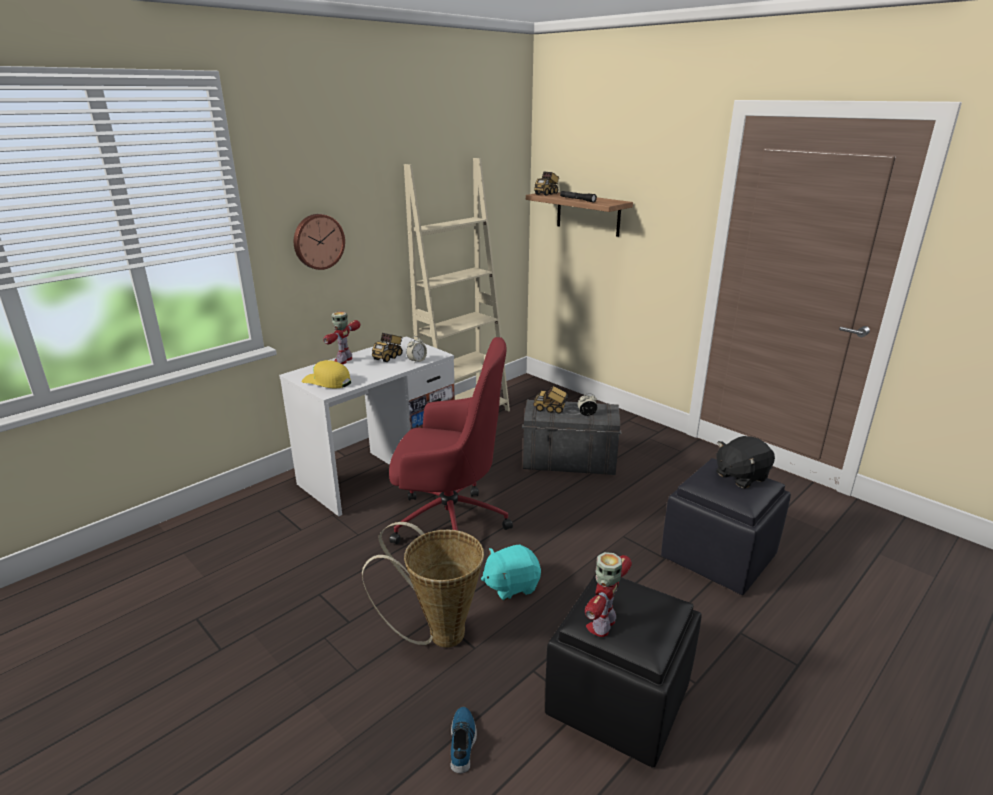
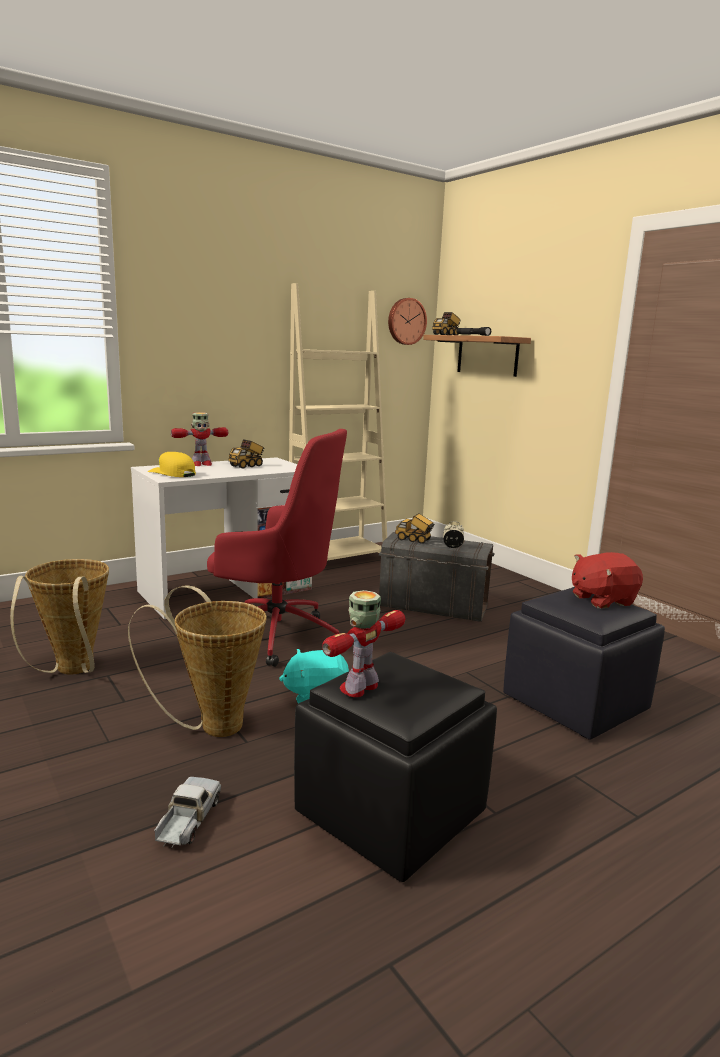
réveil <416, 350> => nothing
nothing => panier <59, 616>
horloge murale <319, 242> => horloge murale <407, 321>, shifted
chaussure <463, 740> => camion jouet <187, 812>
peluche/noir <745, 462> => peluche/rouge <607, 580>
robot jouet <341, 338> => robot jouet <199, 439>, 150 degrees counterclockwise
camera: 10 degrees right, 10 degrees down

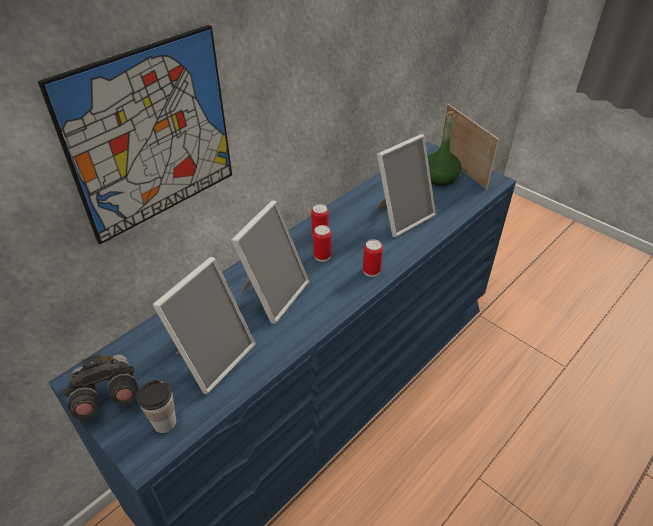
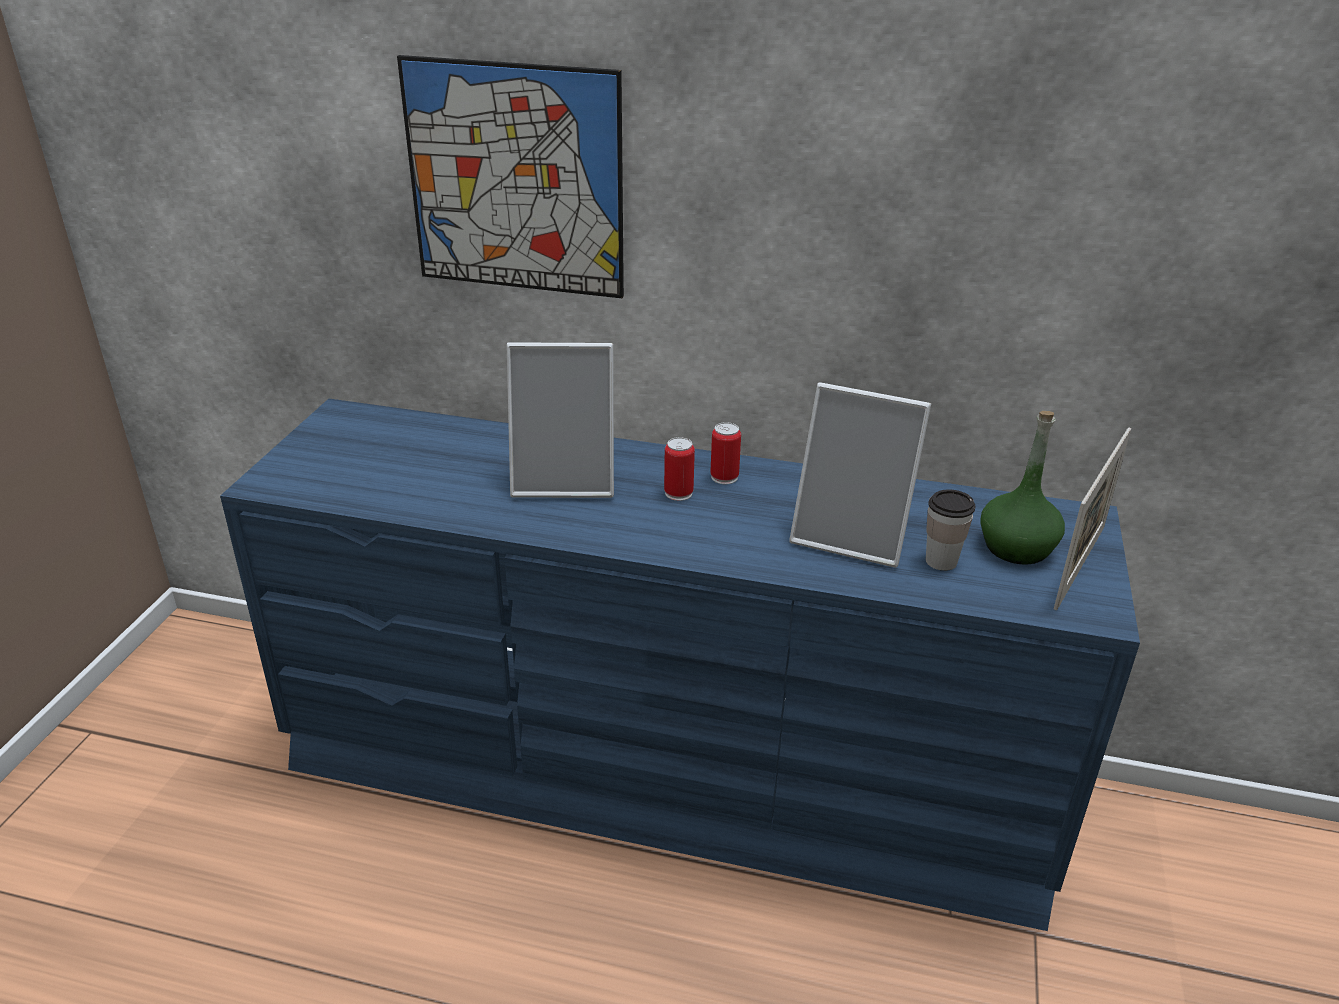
jumelles/gris <101, 387> => nothing
cadre photo <204, 325> => nothing
boîte métallique <373, 258> => nothing
tasse <156, 406> => tasse <950, 530>, shifted
camera: 60 degrees right, 10 degrees down

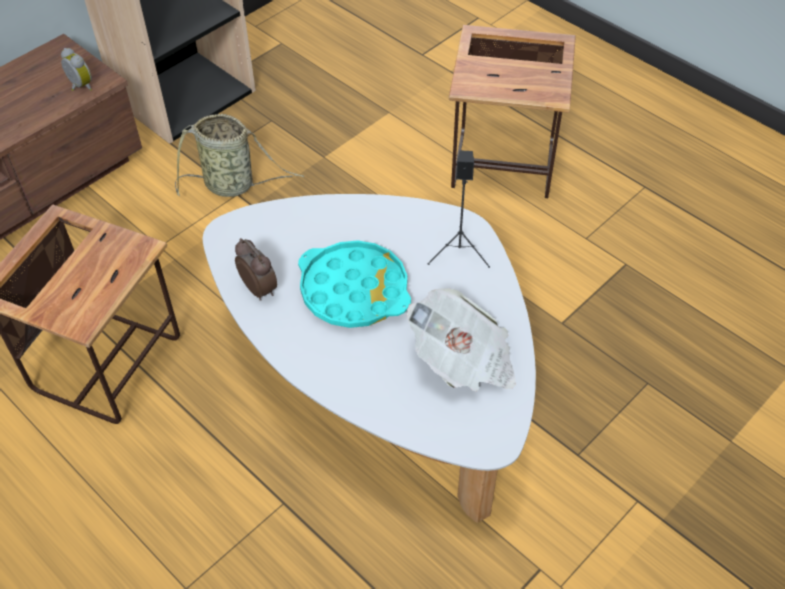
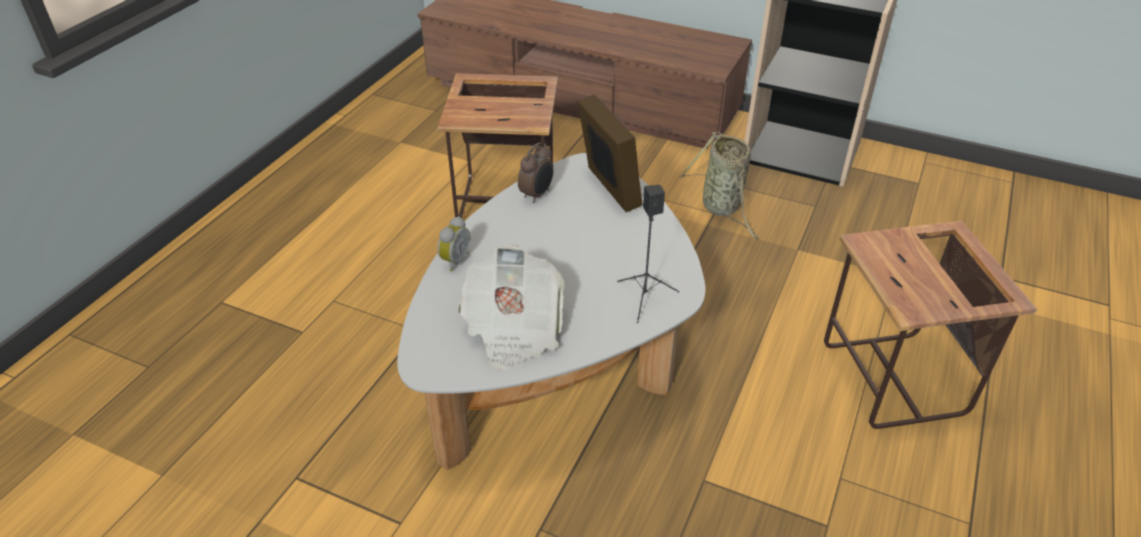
plateau/turquoise <354, 284> => nothing
nothing => cadre photo <610, 153>
réveil <76, 69> => réveil <454, 243>, shifted
camera: 70 degrees right, 10 degrees down

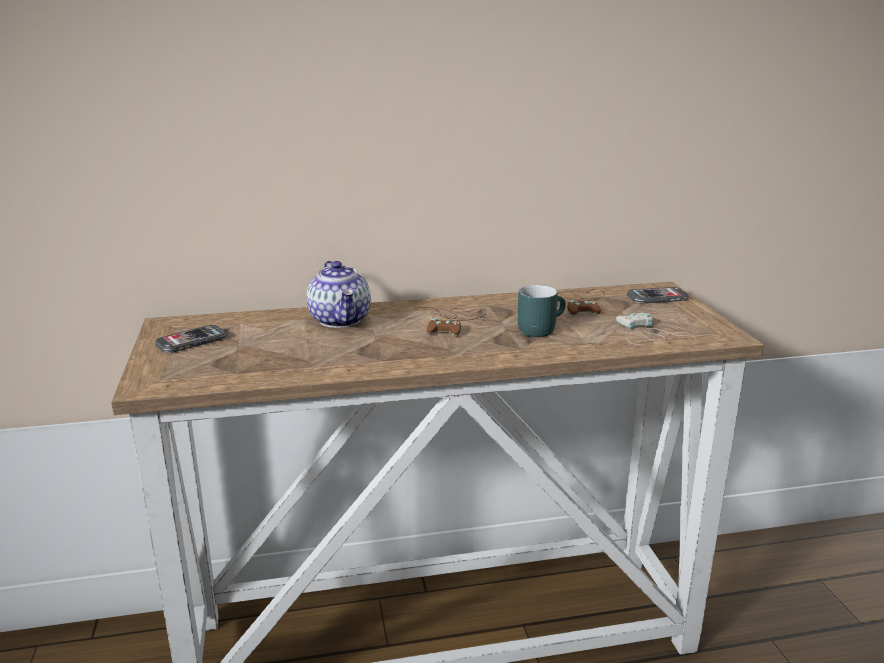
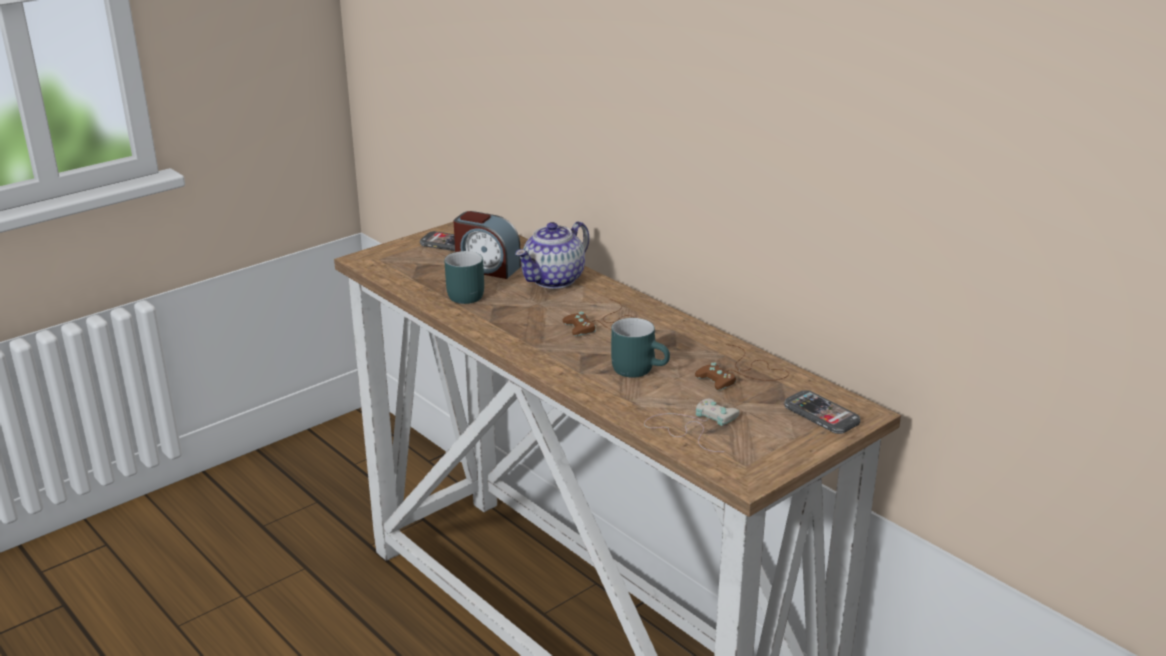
nothing => mug/turquoise <464, 277>
nothing => réveil <487, 245>
camera: 60 degrees right, 5 degrees up

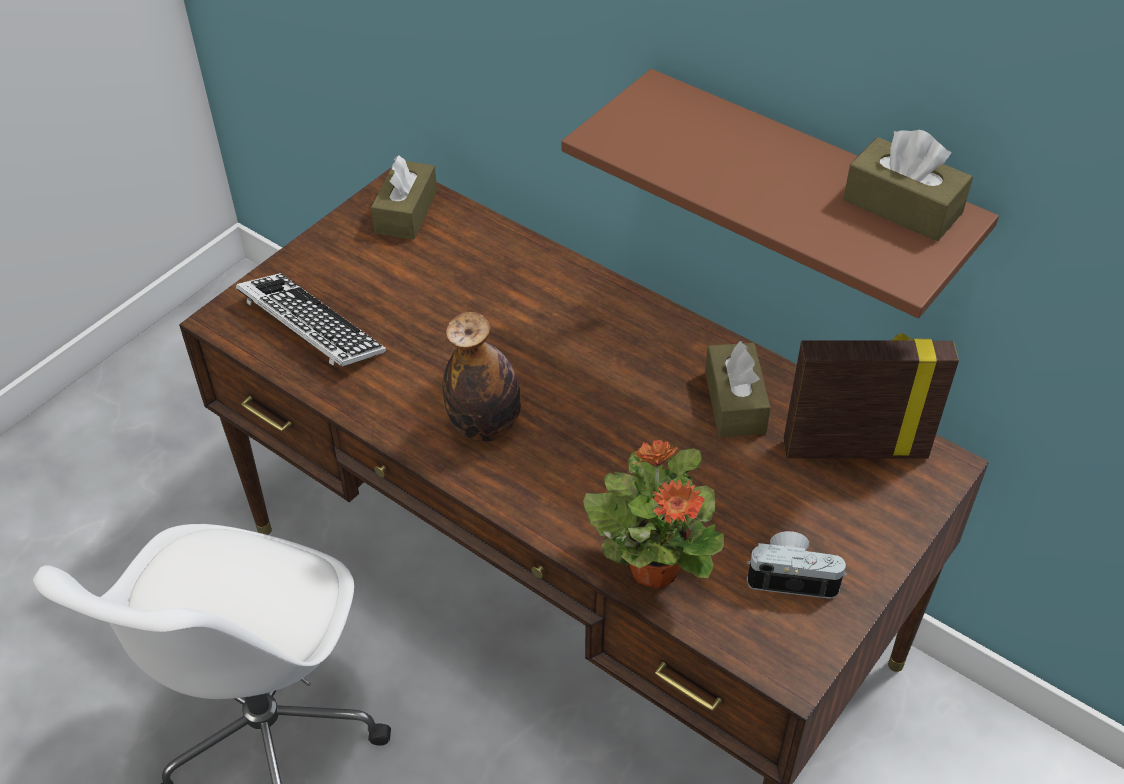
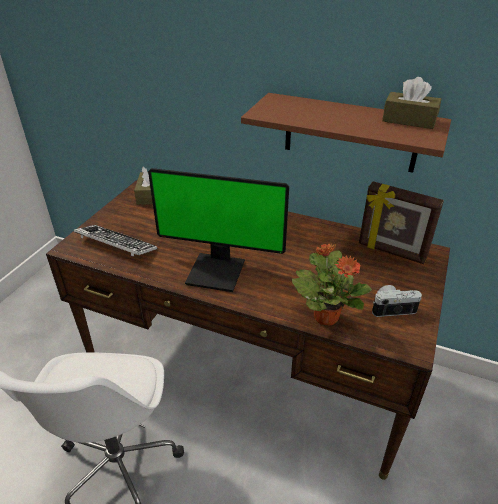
boîte à mouchoirs/marron <738, 388> => nothing
bouteille <482, 377> => écran d'ordinateur <218, 230>
cadre photo <871, 396> => cadre photo <401, 222>, 135 degrees counterclockwise
camera: 15 degrees left, 10 degrees down

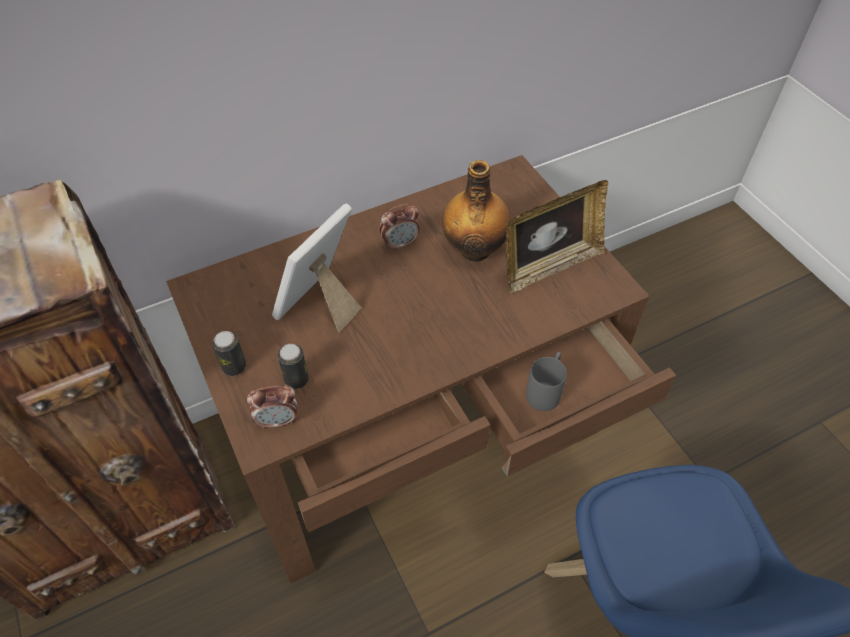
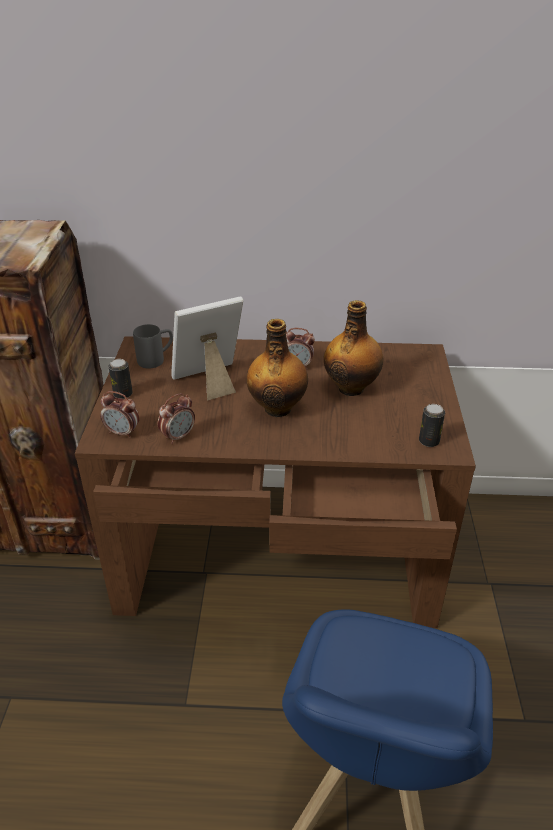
cadre photo <557, 237> => nothing
nothing => réveil <176, 418>
nothing => bouteille <277, 368>
boîte métallique <293, 366> => boîte métallique <432, 425>, shifted
mug/gris <546, 381> => mug/gris <153, 346>, shifted
camera: 30 degrees right, 15 degrees down

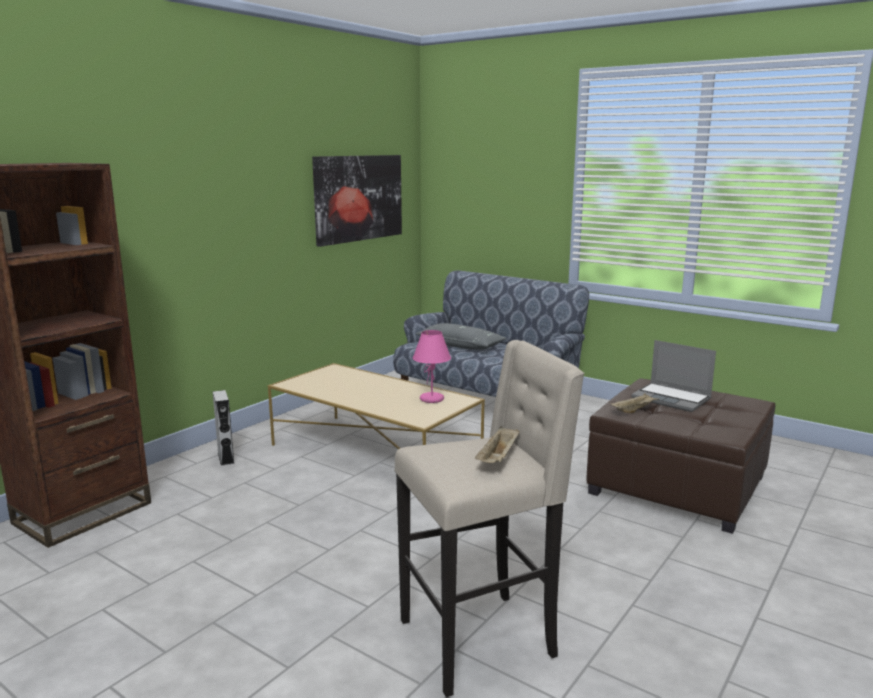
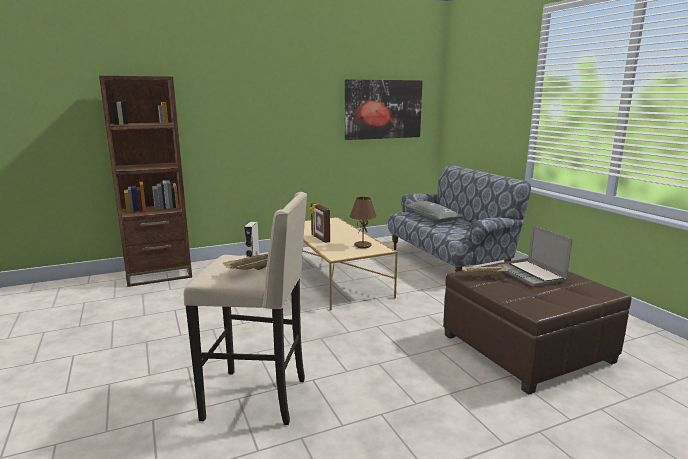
nothing => cadre photo <320, 223>
lampe de table/rose <431, 366> => lampe de table/marron <363, 222>
camera: 30 degrees right, 0 degrees up

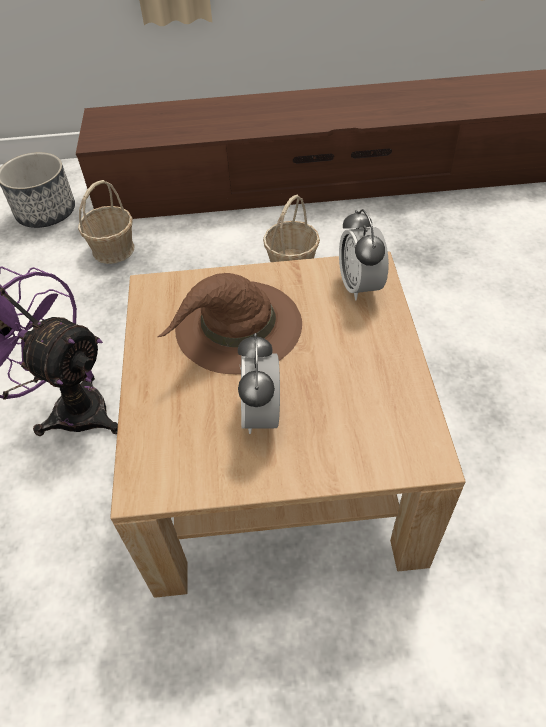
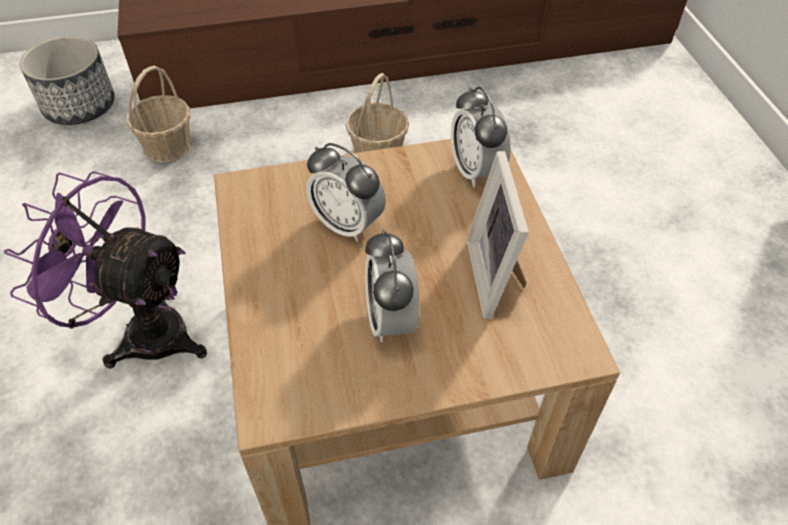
nothing => cadre photo <498, 235>
chapeau/marron <230, 323> => réveil <346, 192>
camera: 10 degrees left, 0 degrees up

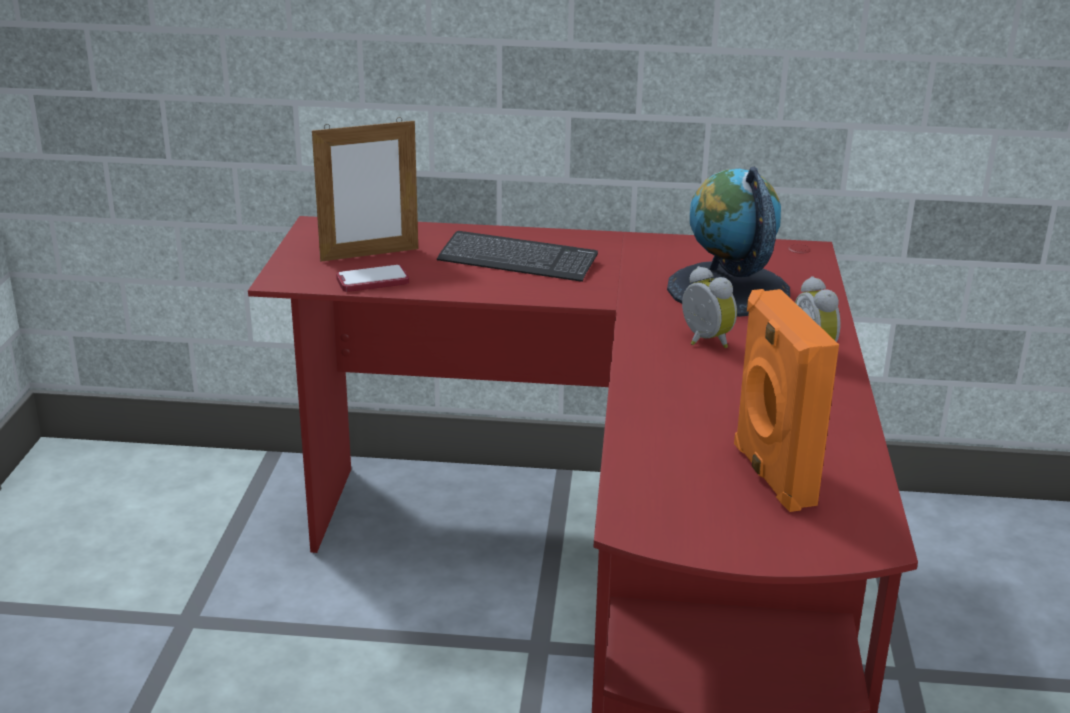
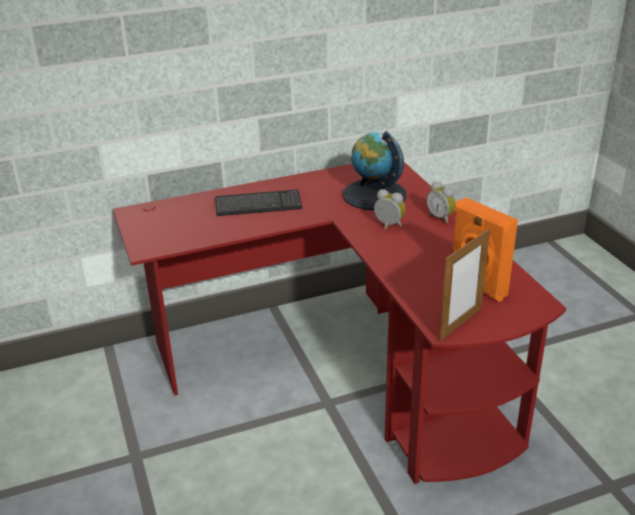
téléphone <372, 278> => nothing
cadre photo <365, 189> => cadre photo <464, 284>, shifted
camera: 25 degrees left, 5 degrees up

